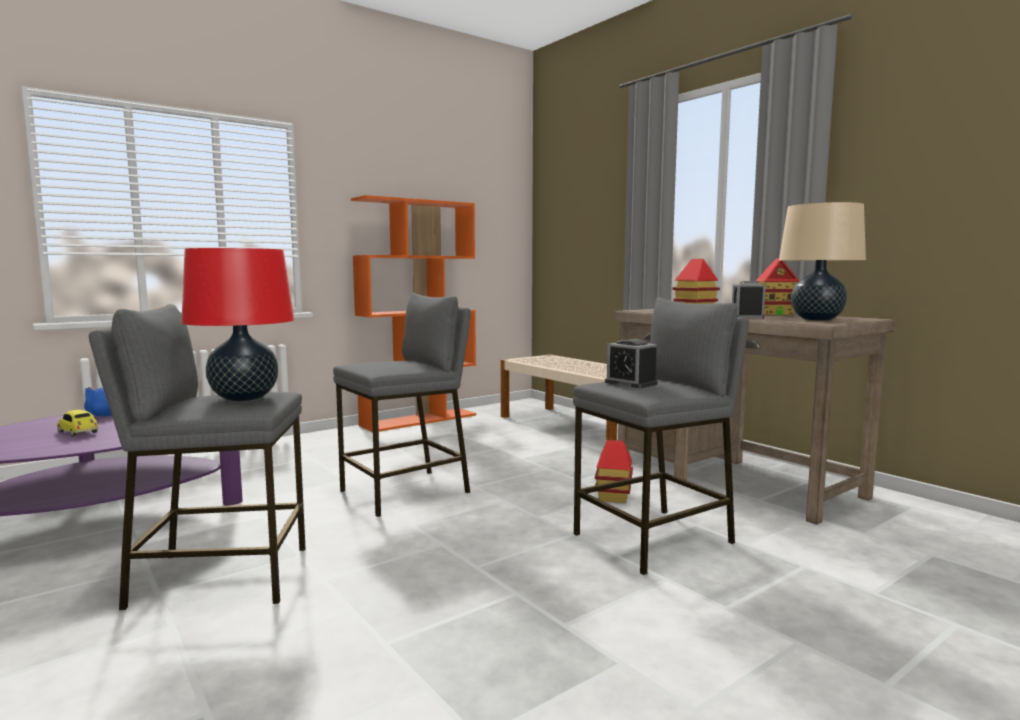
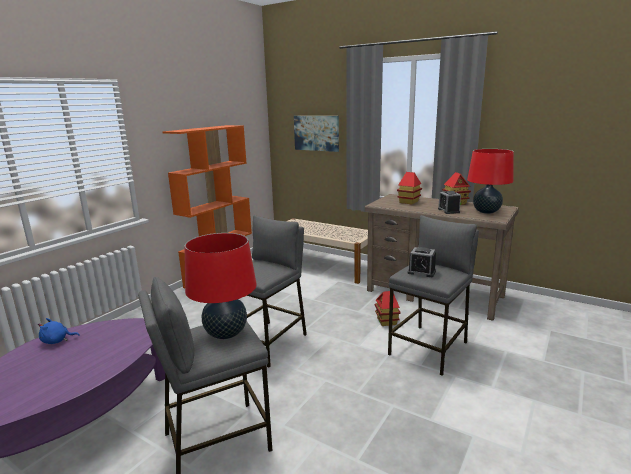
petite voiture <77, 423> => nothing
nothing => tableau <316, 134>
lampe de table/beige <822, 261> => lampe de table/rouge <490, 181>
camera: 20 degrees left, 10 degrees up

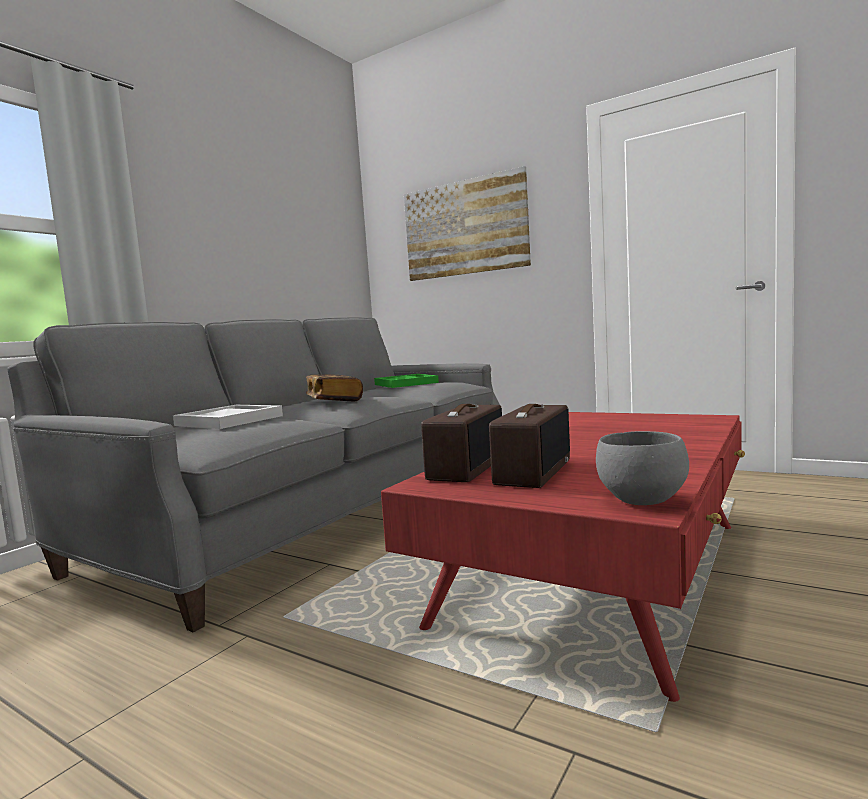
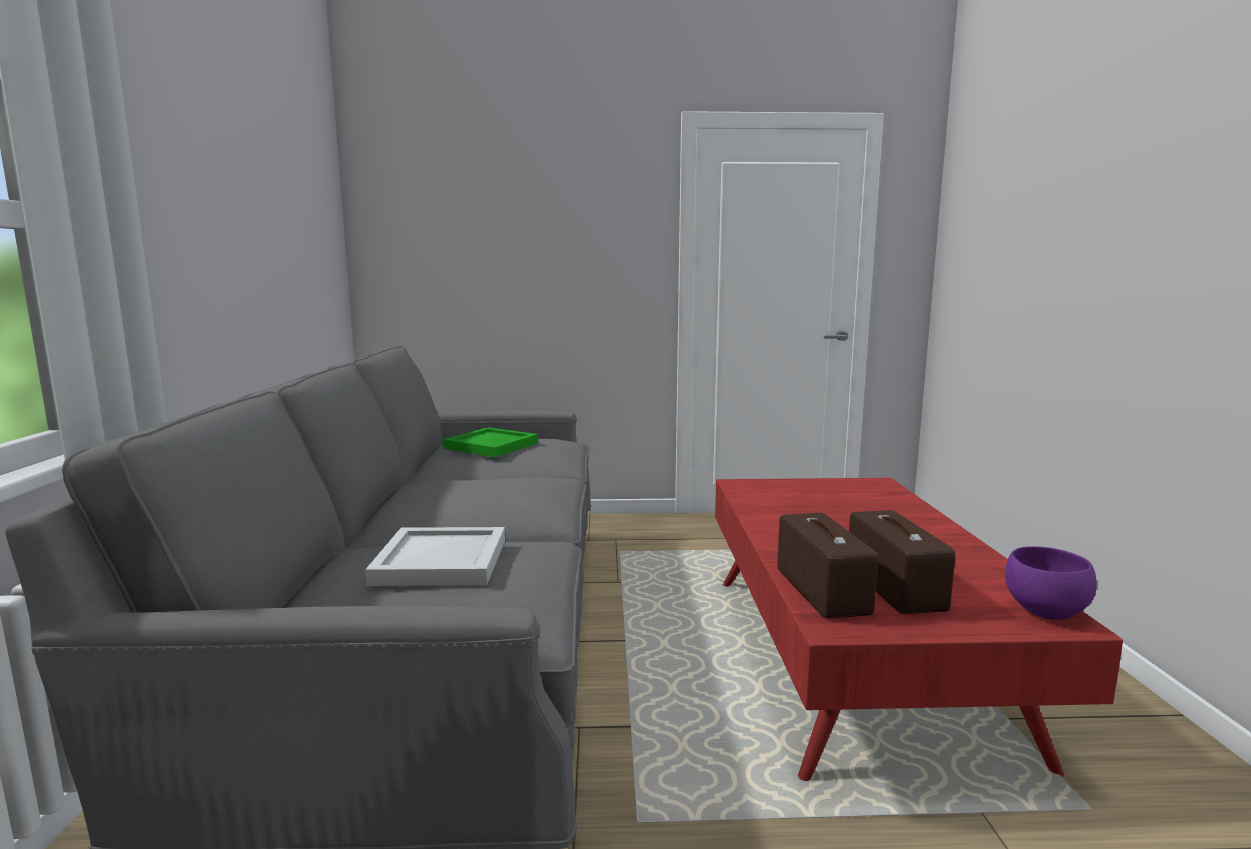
livre <334, 388> => nothing
tableau <467, 223> => nothing
bol/gris <642, 468> => bol/violet <1051, 583>
camera: 35 degrees left, 5 degrees up

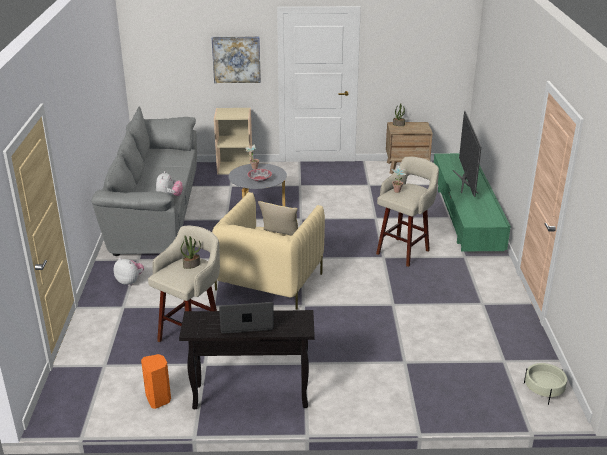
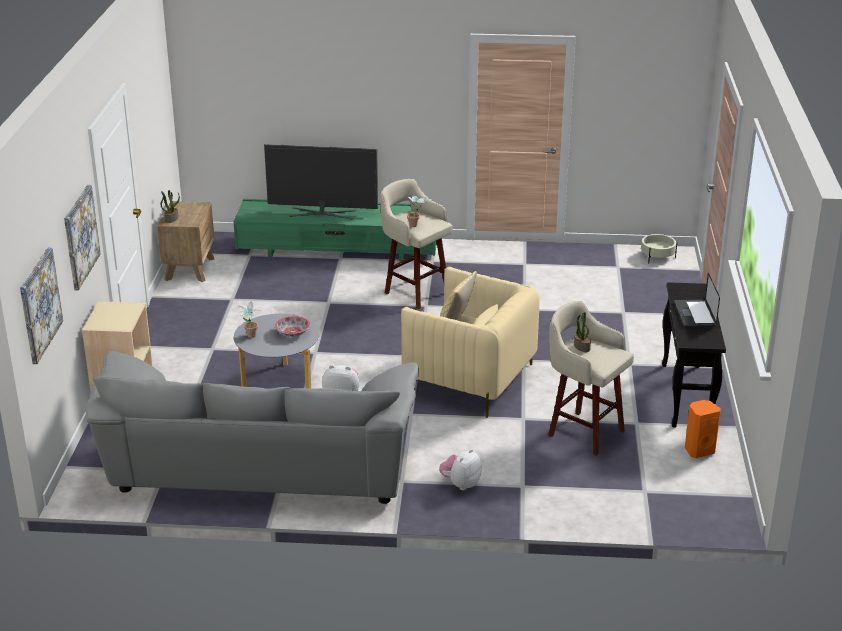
nothing => tableau <41, 306>
camera: 85 degrees left, 0 degrees up

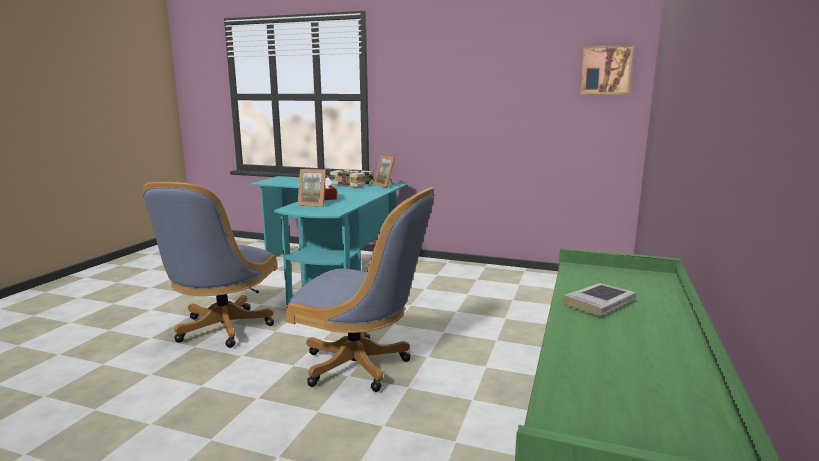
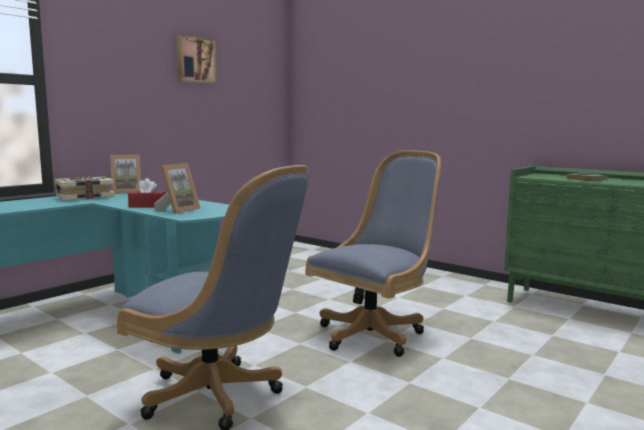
tableau <606, 69> => tableau <196, 58>, shifted
camera: 70 degrees left, 5 degrees down

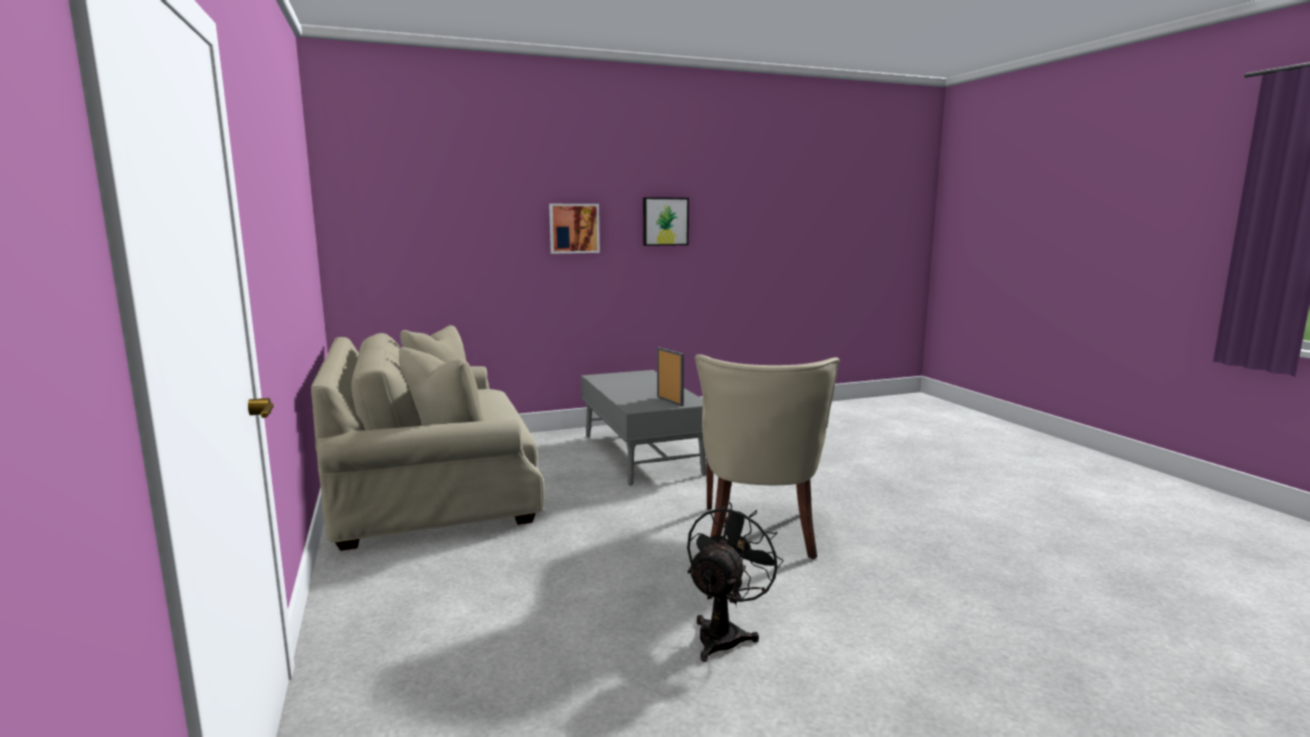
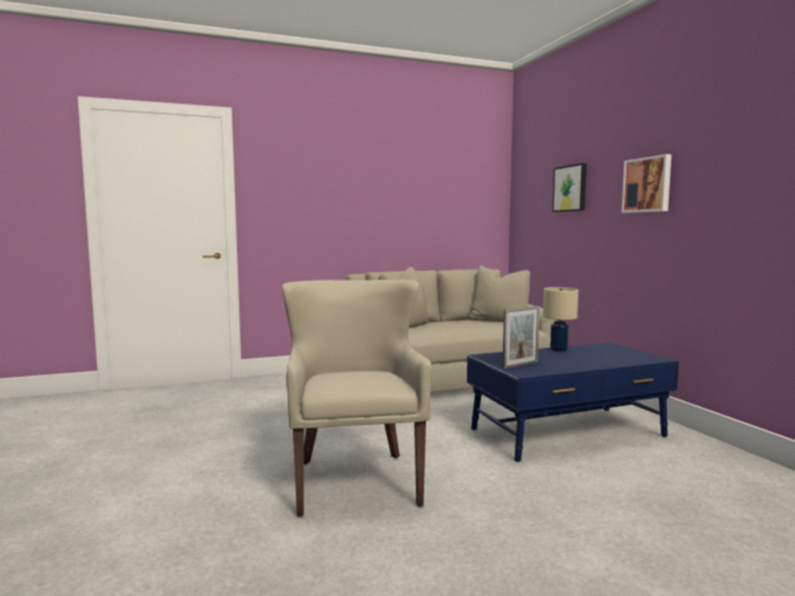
ventilateur/noir <735, 582> => nothing
nothing => lampe de table/beige <561, 319>
tableau <666, 221> => tableau <569, 187>, shifted
table basse/gris <644, 427> => table basse/bleu <573, 402>
fauteuil/beige <767, 457> => fauteuil/beige <357, 398>, 75 degrees clockwise
camera: 90 degrees right, 5 degrees down

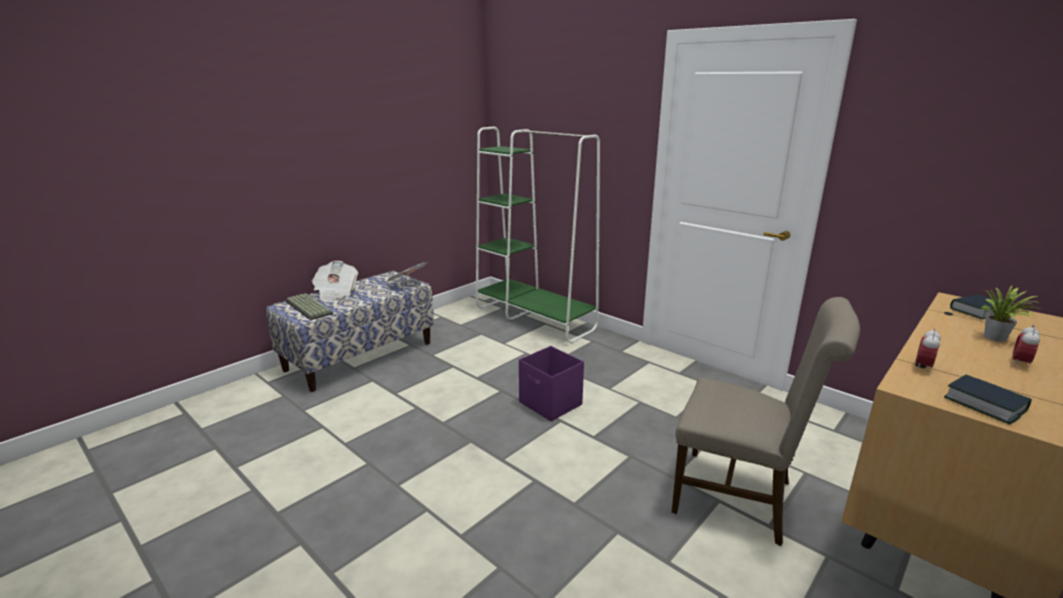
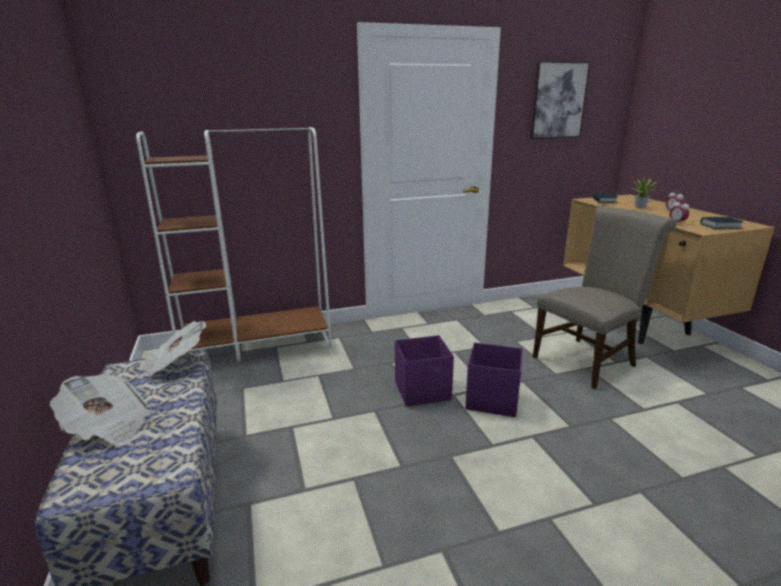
clavier <309, 306> => nothing
nothing => boîte de rangement/violet <494, 379>
nothing => tableau <560, 100>
portant/vert <538, 235> => portant/marron <234, 244>
camera: 60 degrees left, 0 degrees up

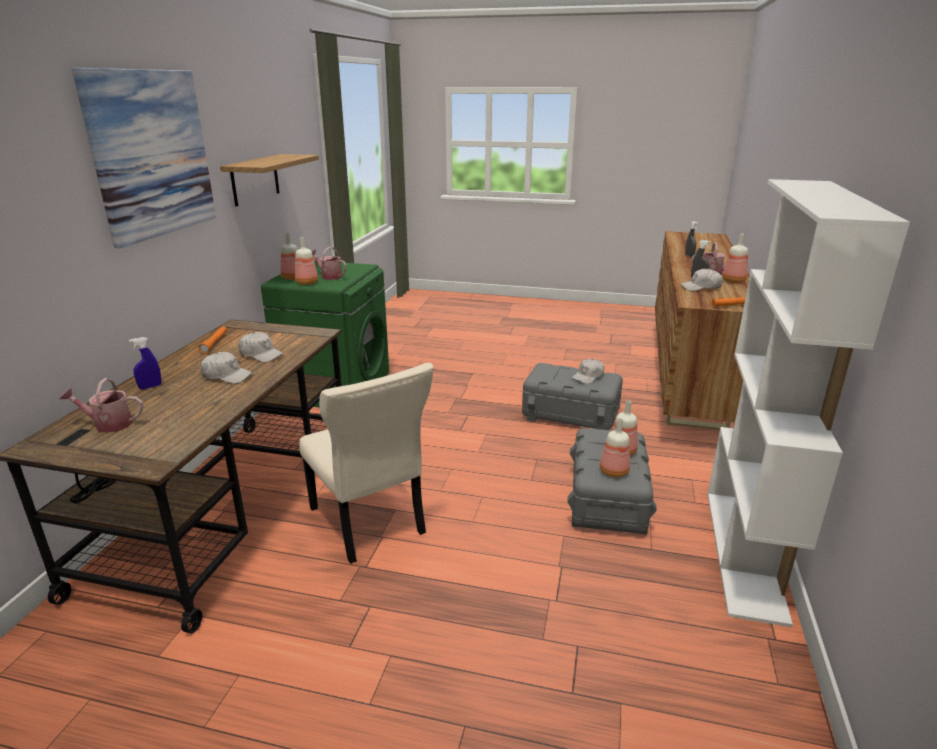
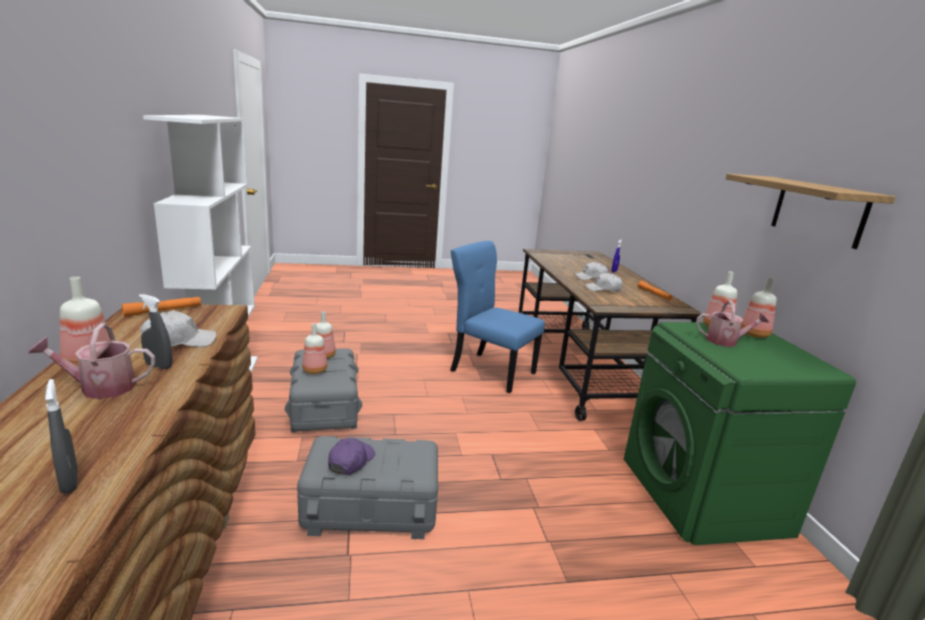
arrosoir <101, 405> => nothing
tableau <144, 158> => nothing
chaise/beige <366, 463> => chaise/bleu <497, 317>
casquette/blanc <588, 371> => casquette/violet <351, 456>
camera: 155 degrees right, 5 degrees down

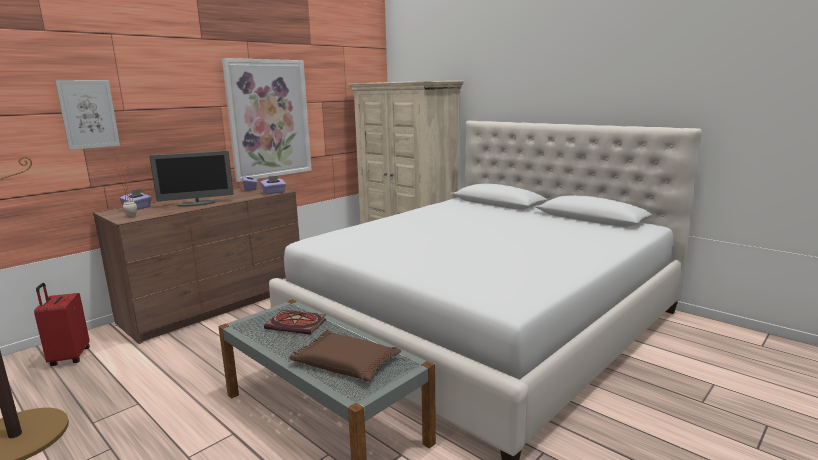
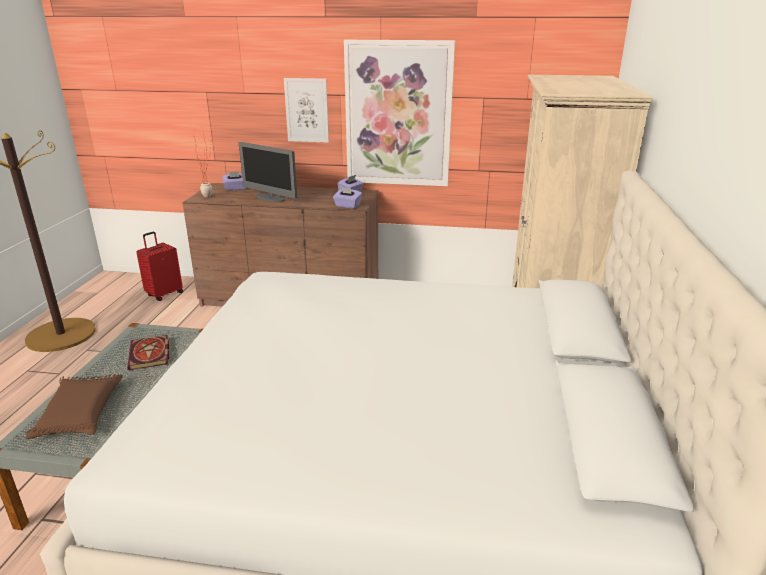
tableau <87, 115> => tableau <306, 110>, shifted
camera: 55 degrees right, 10 degrees up

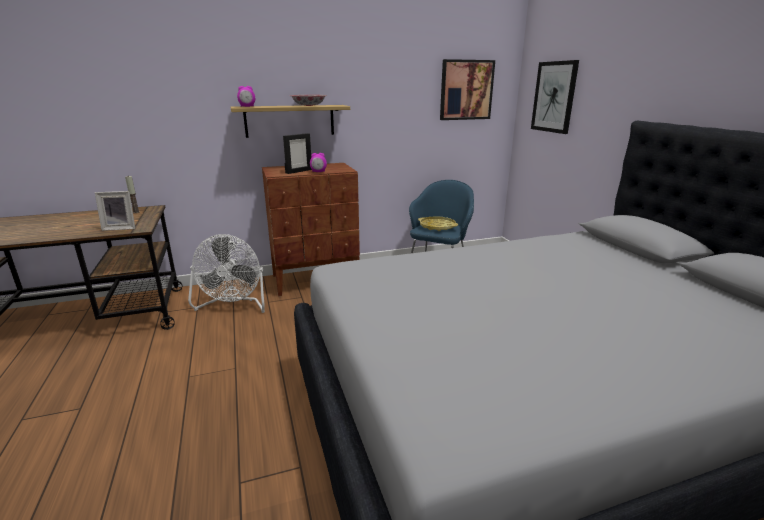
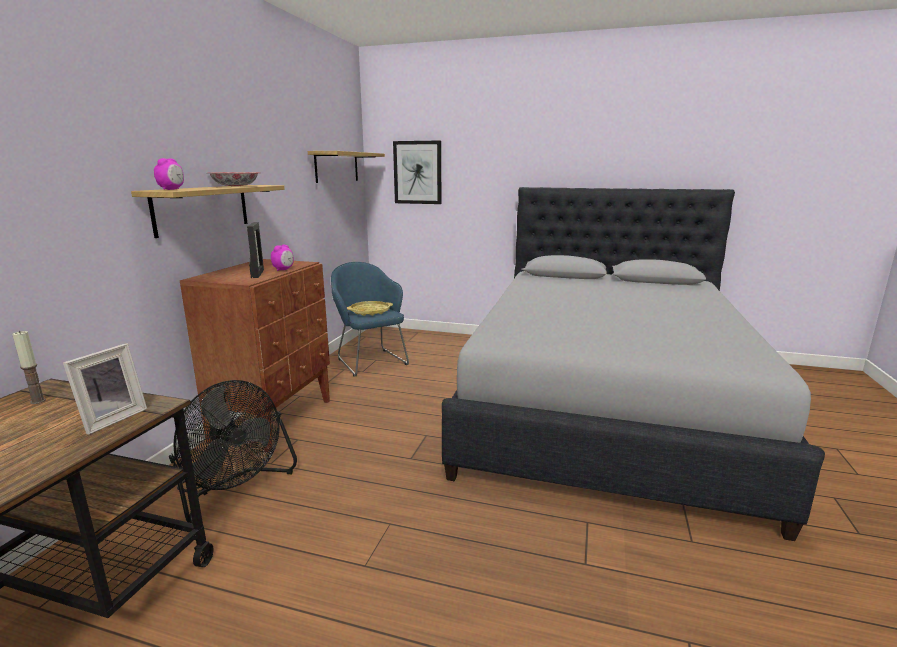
tableau <467, 89> => étagère <346, 167>
ventilateur/blanc <226, 273> => ventilateur/noir <233, 451>
camera: 55 degrees left, 5 degrees down

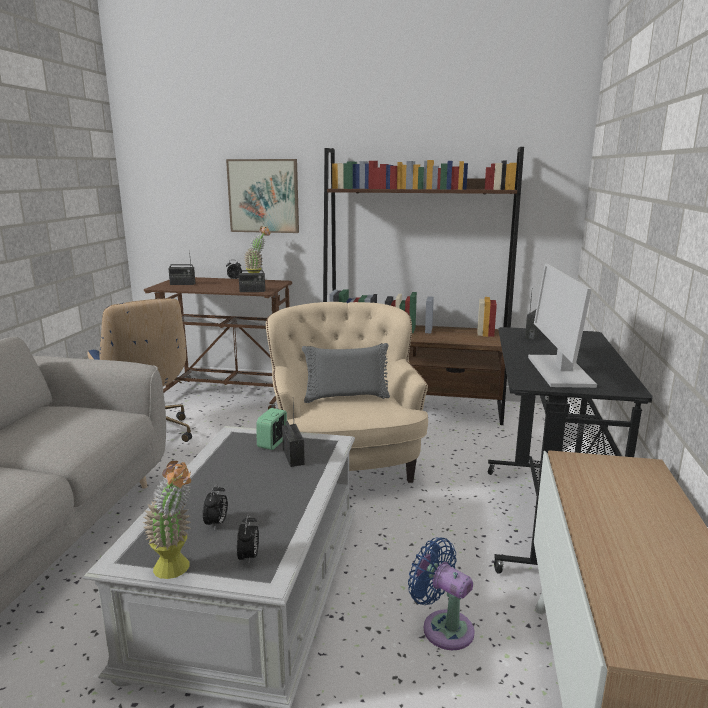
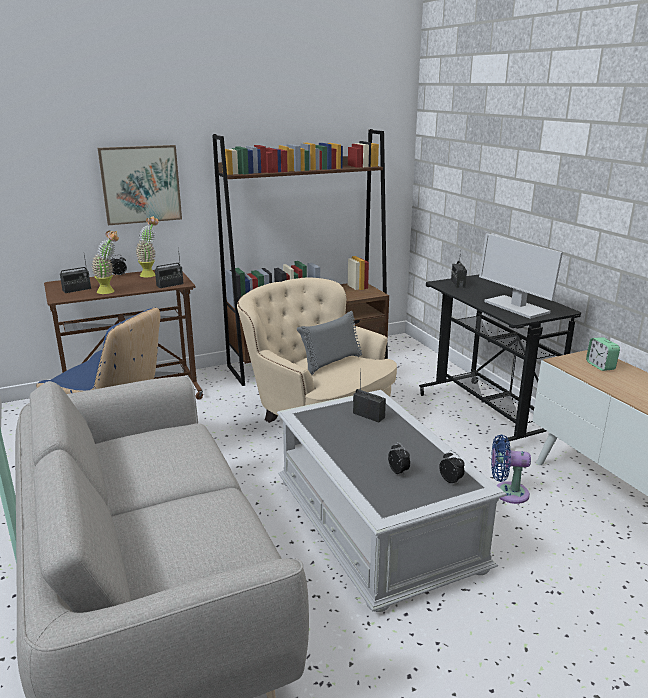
plante en pot <166, 520> => plante en pot <105, 262>, shifted
réveil <271, 429> => réveil <603, 354>, shifted
camera: 35 degrees left, 5 degrees up

